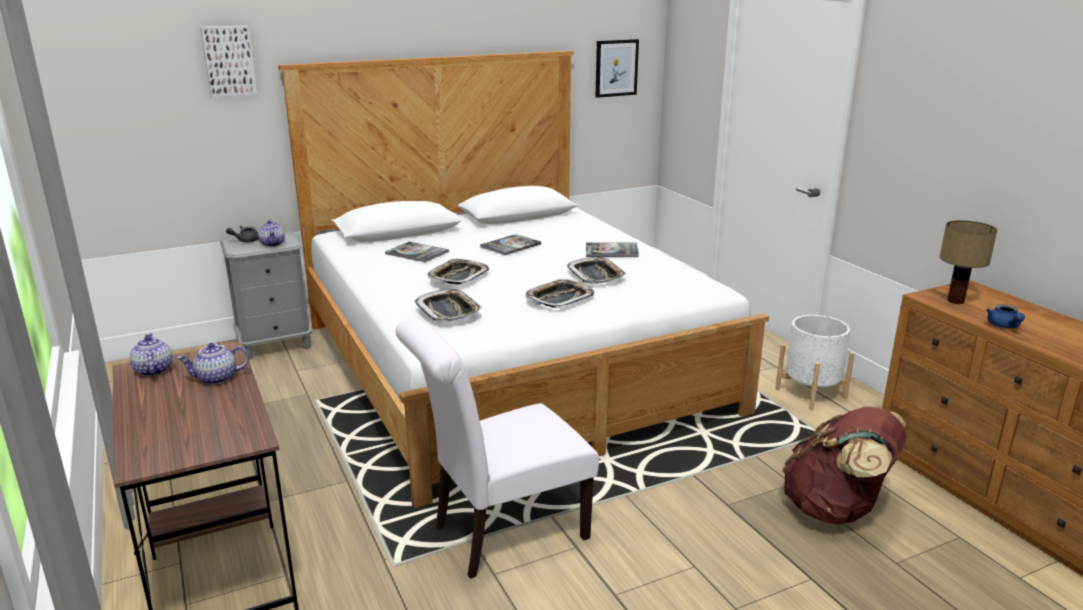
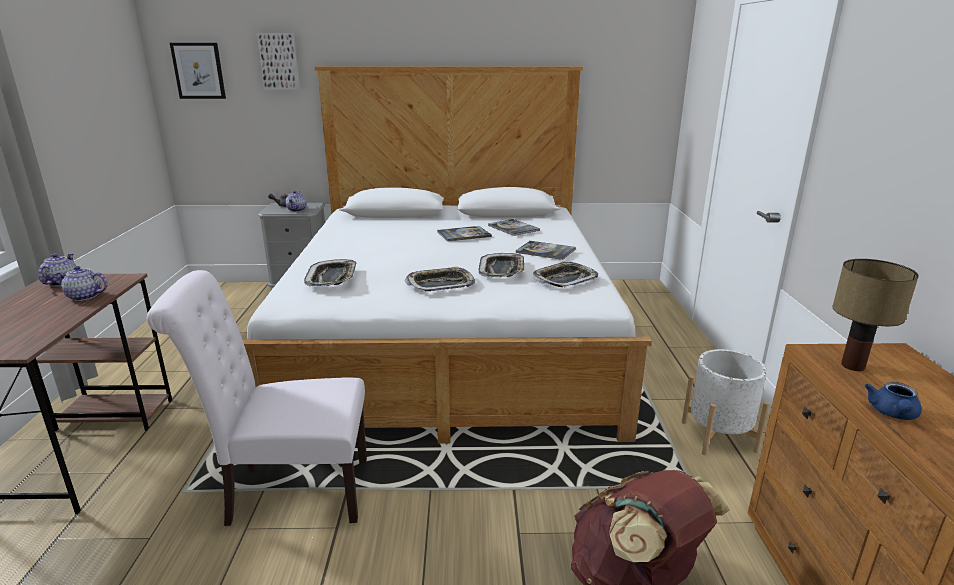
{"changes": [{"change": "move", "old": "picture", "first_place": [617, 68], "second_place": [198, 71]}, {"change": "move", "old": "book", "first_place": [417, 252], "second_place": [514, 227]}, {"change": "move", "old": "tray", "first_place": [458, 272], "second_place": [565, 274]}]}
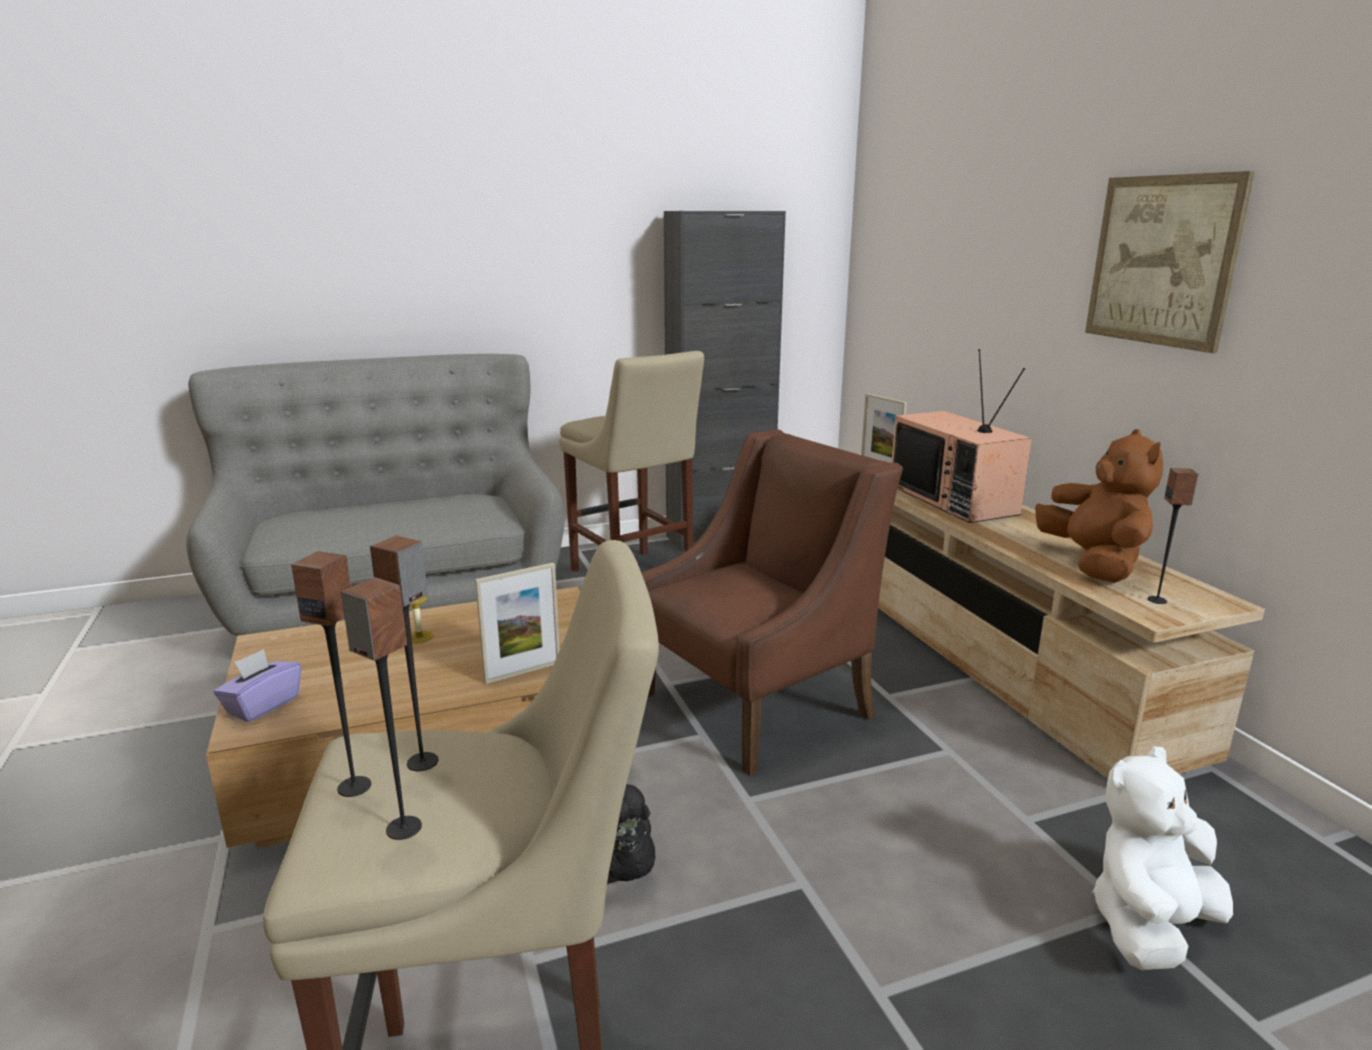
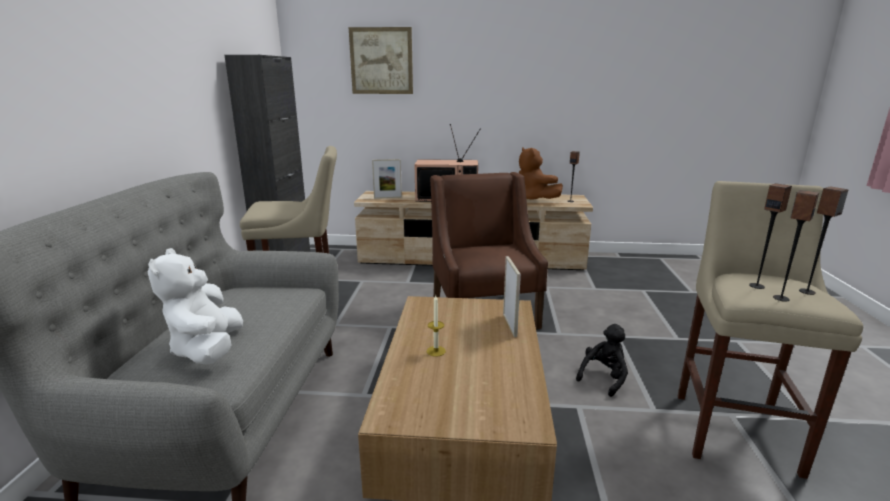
{"changes": [{"change": "move", "old": "white plush toy", "first_place": [1162, 858], "second_place": [195, 306]}, {"change": "move", "old": "picture", "first_place": [1170, 262], "second_place": [381, 60]}, {"change": "rotate", "old": "brown plush toy", "first_place": [1099, 506], "second_place": [541, 173], "degrees": -135}, {"change": "delete", "old": "purple tissue box", "first_place": [257, 685]}]}
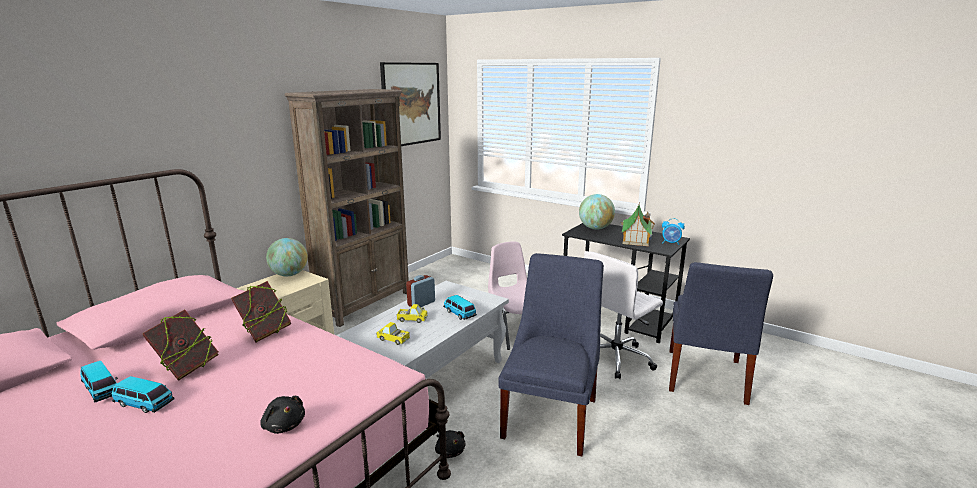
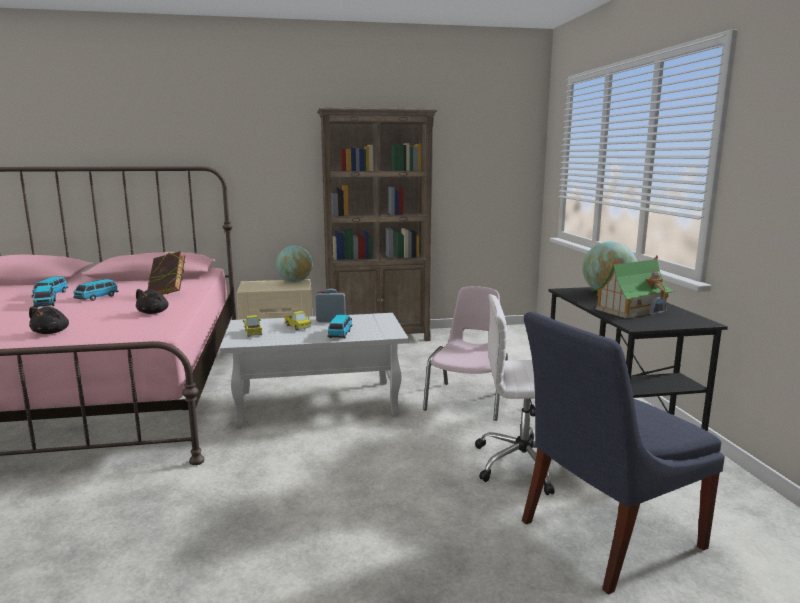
{"changes": [{"change": "replace", "old": "book", "new": "toy car", "first_place": [181, 345], "second_place": [95, 290]}, {"change": "move", "old": "black plush toy", "first_place": [450, 444], "second_place": [152, 301]}, {"change": "delete", "old": "picture", "first_place": [410, 104]}, {"change": "delete", "old": "blue chair", "first_place": [551, 354]}, {"change": "delete", "old": "alarm clock", "first_place": [673, 231]}]}
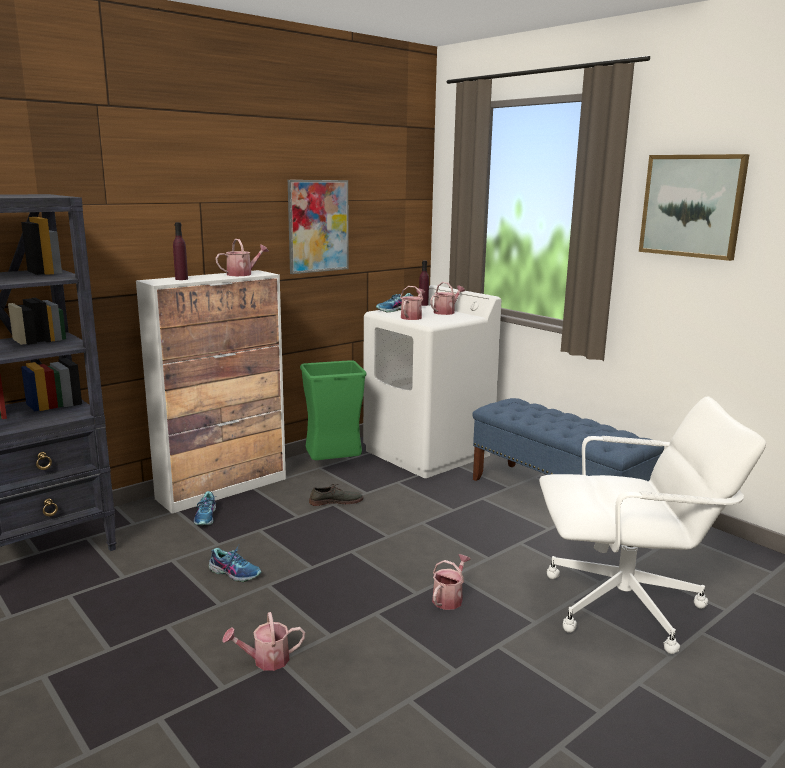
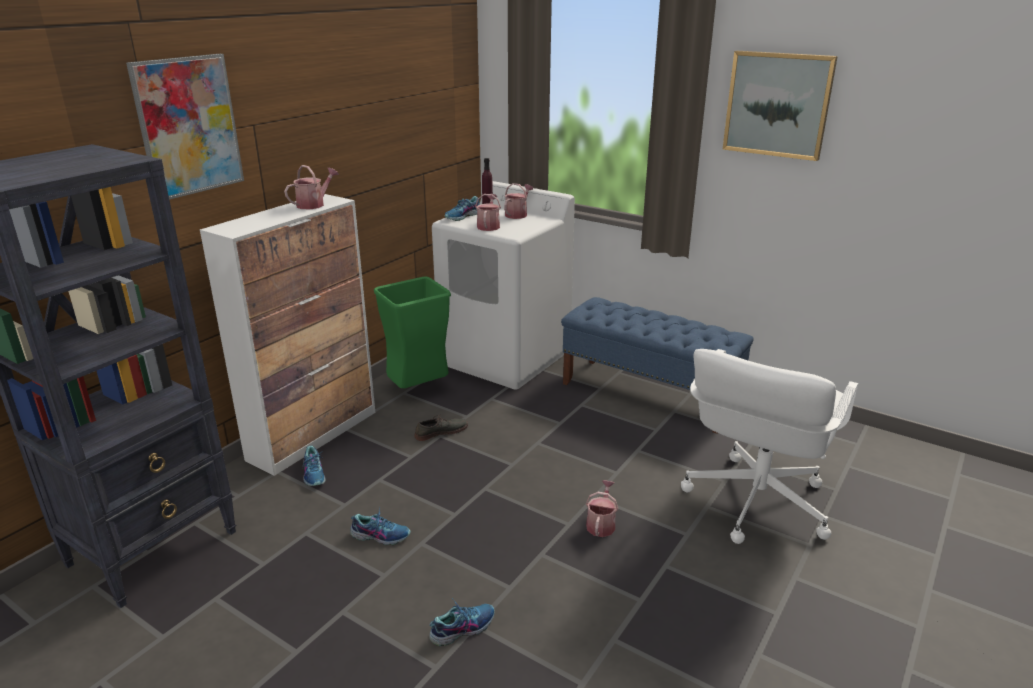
{"changes": [{"change": "move", "old": "picture", "first_place": [318, 227], "second_place": [185, 127]}, {"change": "replace", "old": "watering can", "new": "shoe", "first_place": [263, 641], "second_place": [461, 622]}, {"change": "rotate", "old": "white office chair", "first_place": [652, 525], "second_place": [769, 446], "degrees": 135}, {"change": "delete", "old": "purple bottle", "first_place": [180, 251]}]}
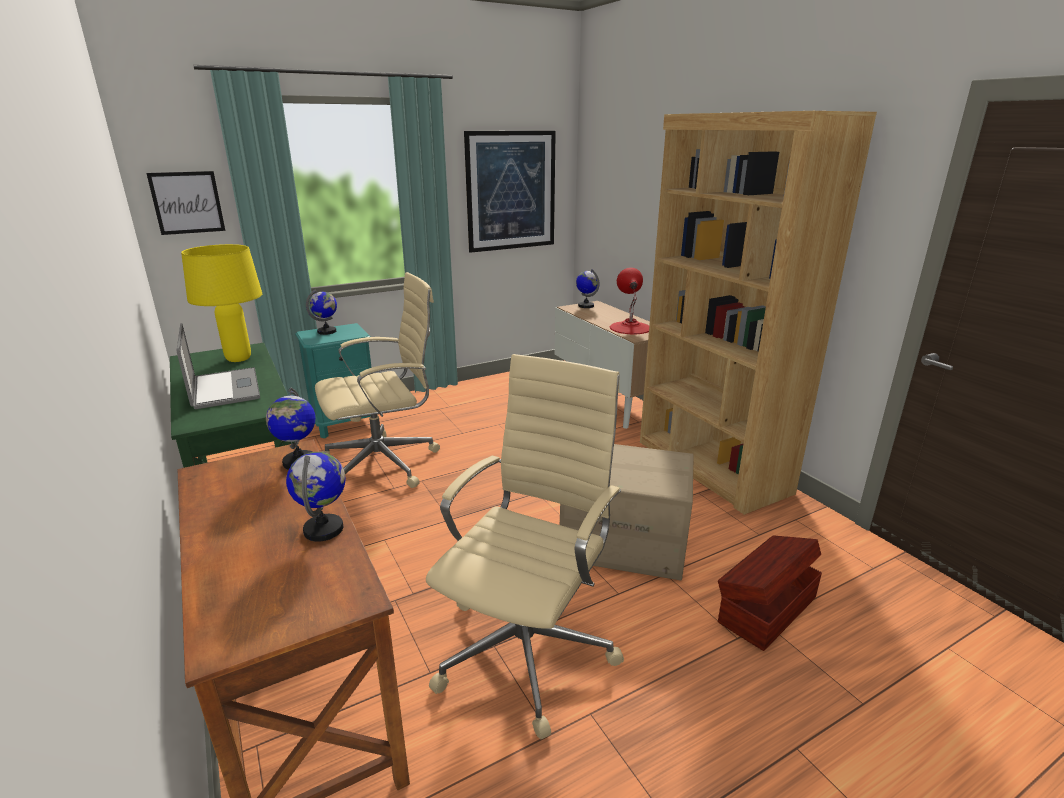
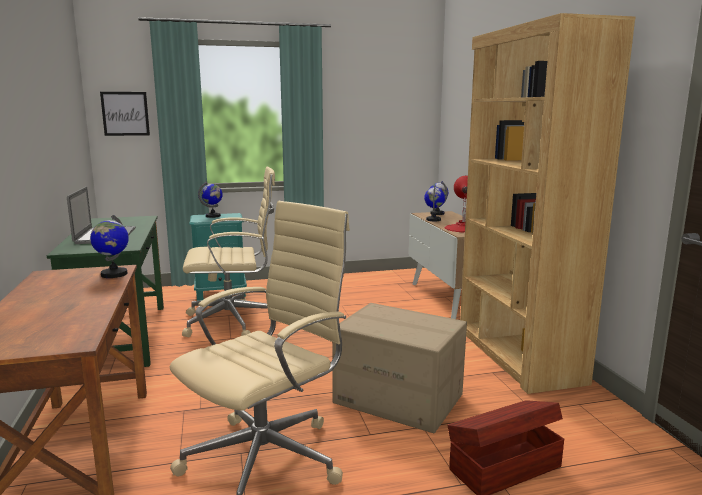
{"changes": [{"change": "move", "old": "globe", "first_place": [316, 497], "second_place": [434, 203]}, {"change": "delete", "old": "yellow table lamp", "first_place": [221, 303]}, {"change": "delete", "old": "picture", "first_place": [510, 192]}]}
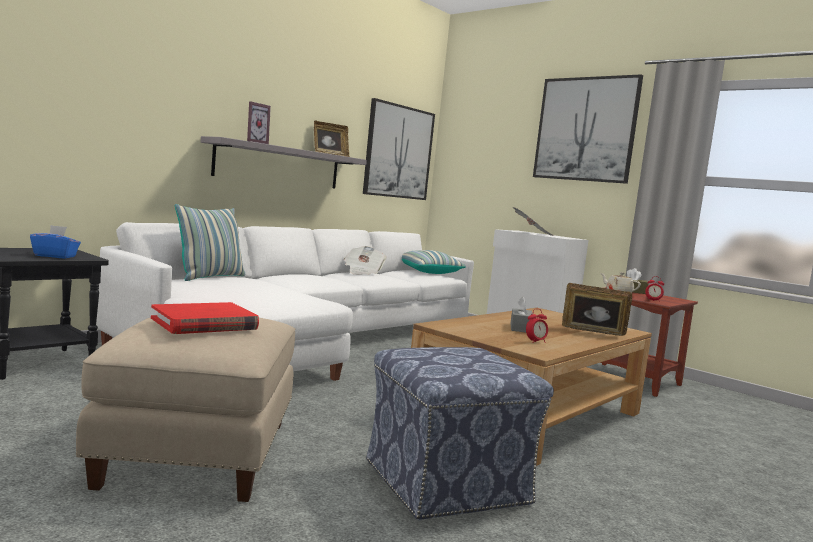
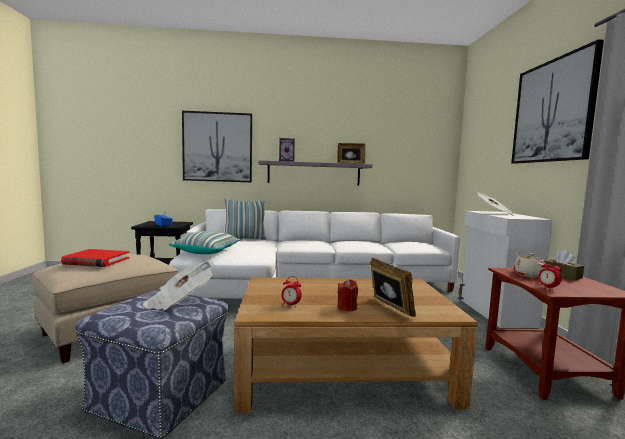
{"changes": [{"change": "move", "old": "newspaper", "first_place": [365, 260], "second_place": [178, 285]}, {"change": "move", "old": "pillow", "first_place": [434, 262], "second_place": [205, 242]}, {"change": "move", "old": "picture", "first_place": [399, 149], "second_place": [217, 146]}, {"change": "insert", "new": "red candle", "second_place": [348, 295]}, {"change": "delete", "old": "grey tissue box", "first_place": [522, 315]}]}
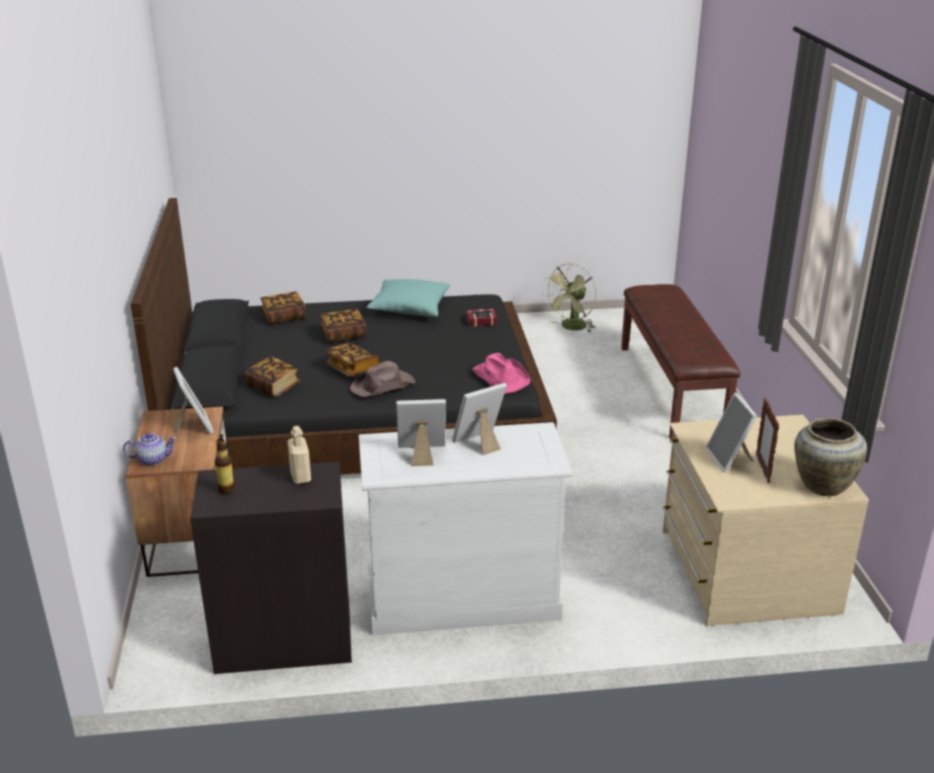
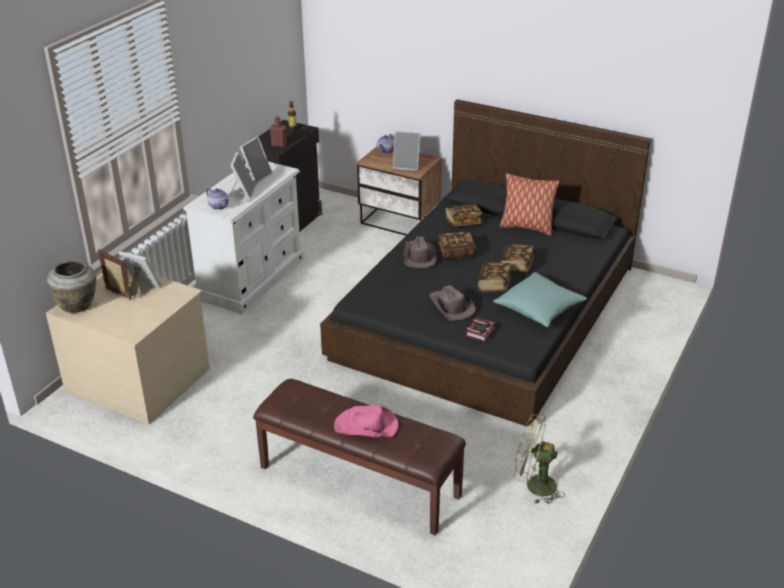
{"changes": [{"change": "insert", "new": "teapot", "second_place": [217, 199]}, {"change": "recolor", "old": "beige bottle", "new": "red bottle", "first_place": [299, 455], "second_place": [278, 131]}, {"change": "move", "old": "pink hat", "first_place": [501, 373], "second_place": [366, 421]}, {"change": "insert", "new": "brown hat", "second_place": [452, 302]}, {"change": "move", "old": "book", "first_place": [283, 308], "second_place": [494, 277]}, {"change": "insert", "new": "pillow", "second_place": [530, 204]}, {"change": "rotate", "old": "green fan", "first_place": [569, 297], "second_place": [539, 459], "degrees": -60}]}
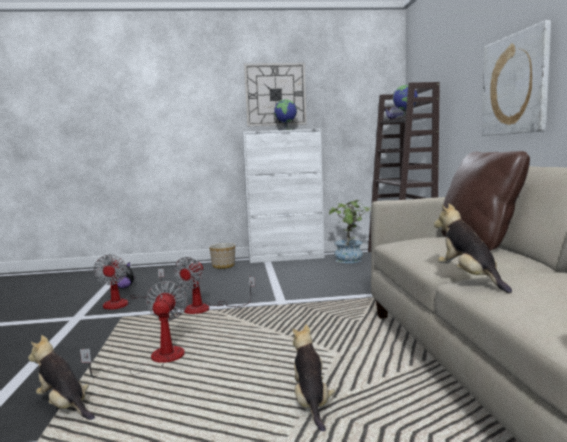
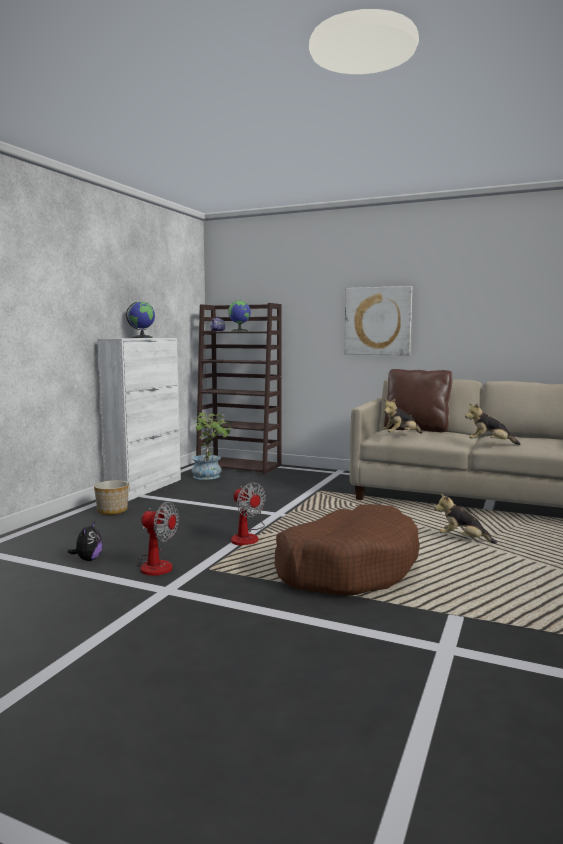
{"changes": [{"change": "replace", "old": "fan", "new": "brown dog bed", "first_place": [134, 329], "second_place": [347, 549]}, {"change": "move", "old": "plush toy", "first_place": [61, 377], "second_place": [402, 416]}, {"change": "delete", "old": "wall clock", "first_place": [275, 95]}]}
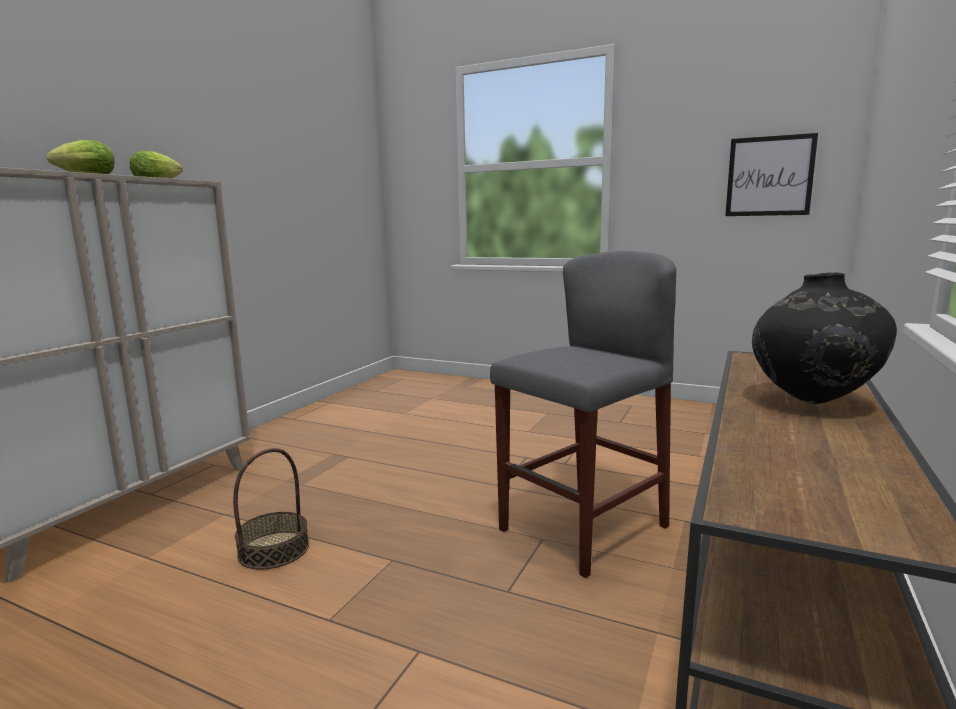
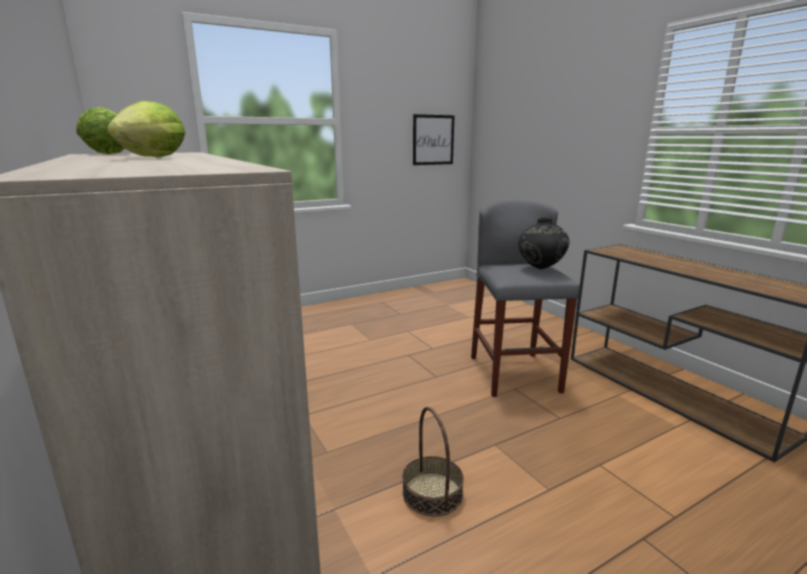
{"changes": [{"change": "move", "old": "black vase", "first_place": [824, 338], "second_place": [544, 243]}]}
